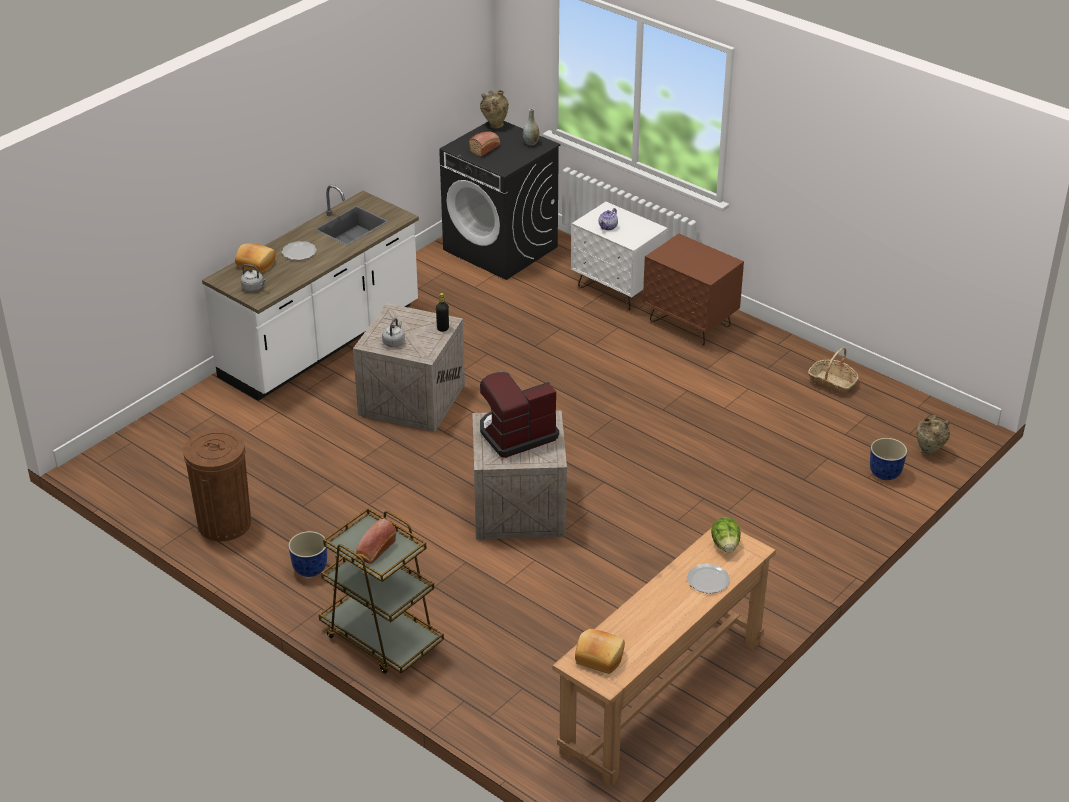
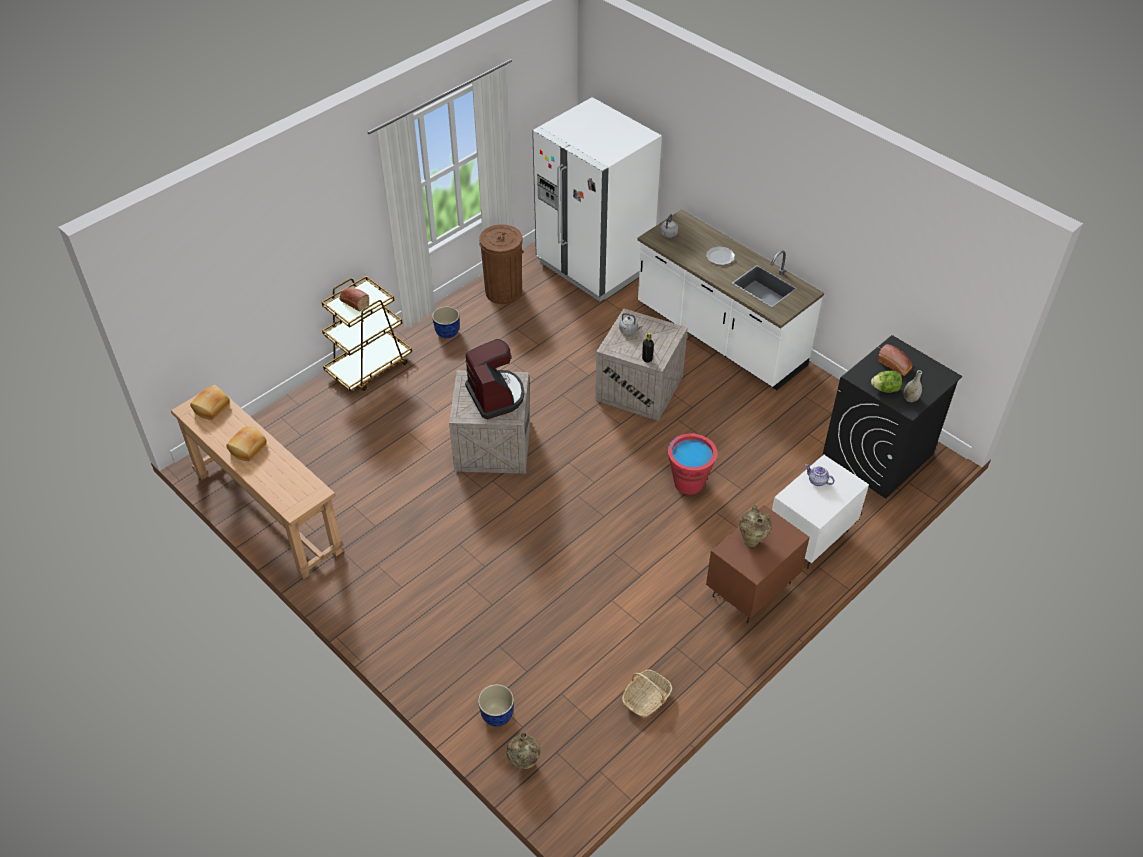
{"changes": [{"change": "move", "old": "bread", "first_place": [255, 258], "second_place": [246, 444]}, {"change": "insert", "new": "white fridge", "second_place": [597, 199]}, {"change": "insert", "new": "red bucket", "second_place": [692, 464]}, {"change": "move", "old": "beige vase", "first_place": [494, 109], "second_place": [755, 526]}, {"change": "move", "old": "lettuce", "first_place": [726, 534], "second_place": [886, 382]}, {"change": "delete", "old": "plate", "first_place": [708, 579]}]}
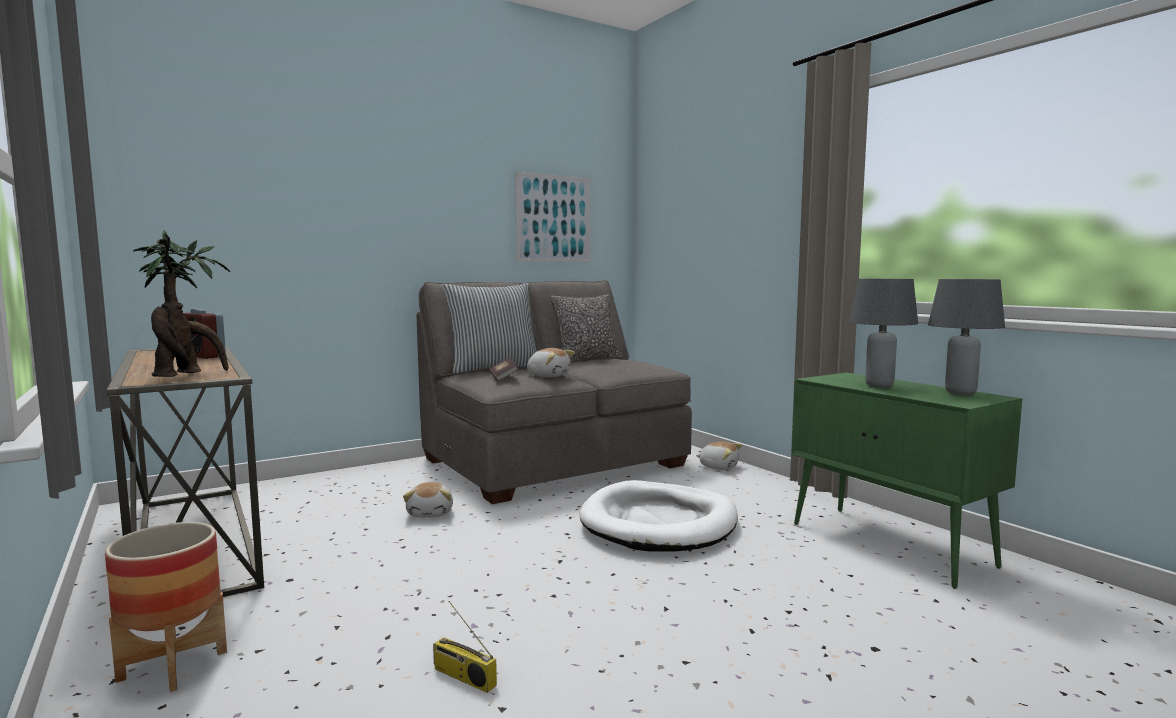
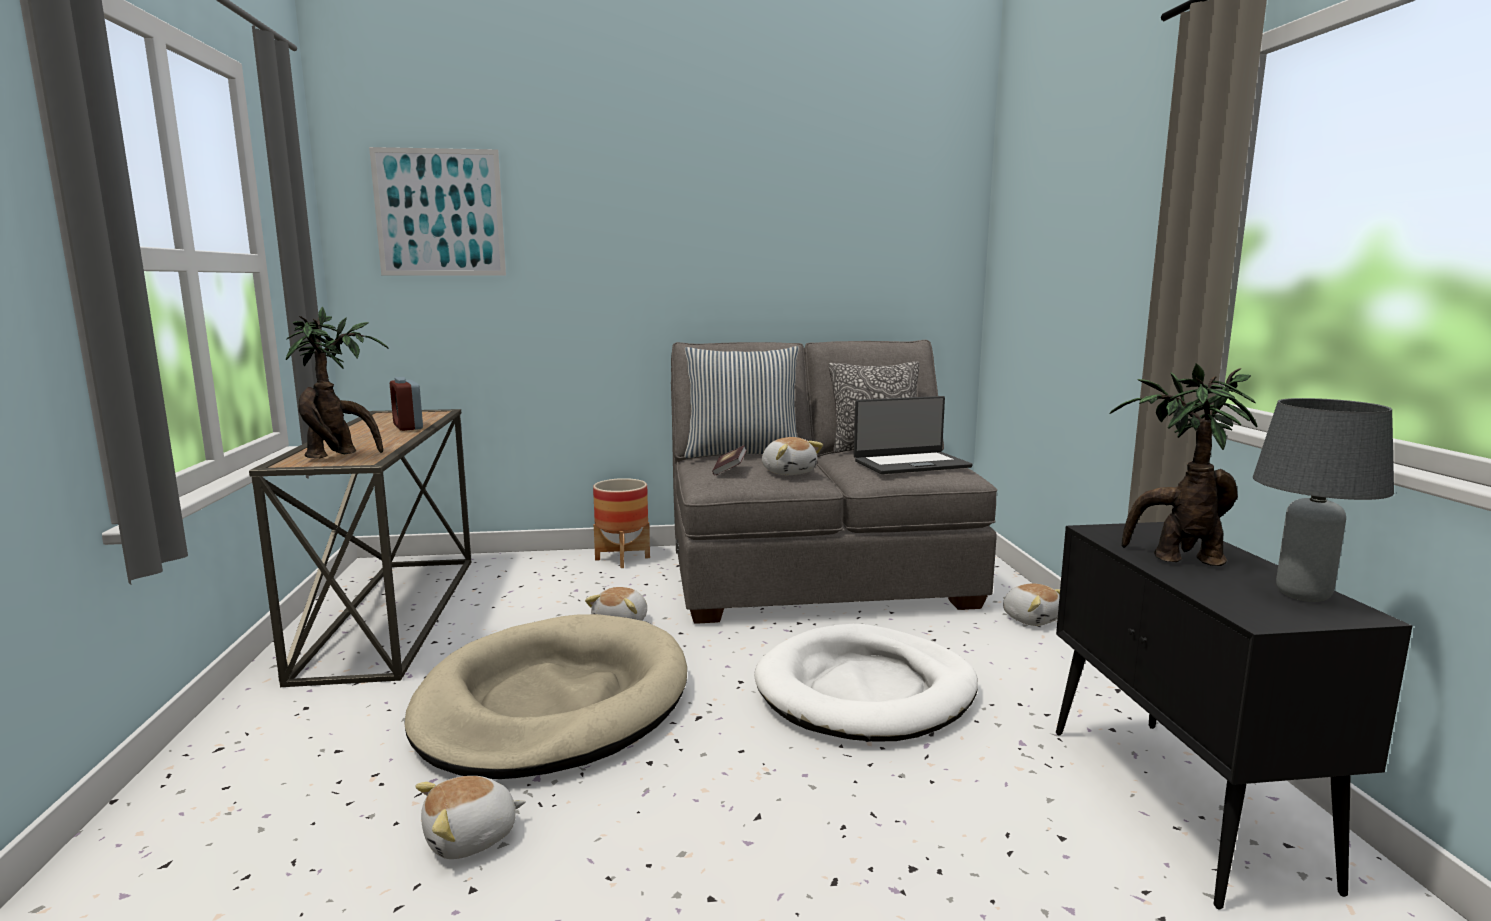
{"changes": [{"change": "move", "old": "picture", "first_place": [553, 216], "second_place": [437, 211]}, {"change": "insert", "new": "beige dog bed", "second_place": [545, 696]}, {"change": "replace", "old": "radio", "new": "plush toy", "first_place": [465, 647], "second_place": [470, 817]}, {"change": "move", "old": "planter", "first_place": [166, 607], "second_place": [621, 523]}, {"change": "insert", "new": "laptop", "second_place": [913, 435]}, {"change": "recolor", "old": "green cabinet", "new": "black cabinet", "first_place": [907, 481], "second_place": [1234, 716]}, {"change": "replace", "old": "grey table lamp", "new": "potted plant", "first_place": [883, 333], "second_place": [1183, 464]}]}
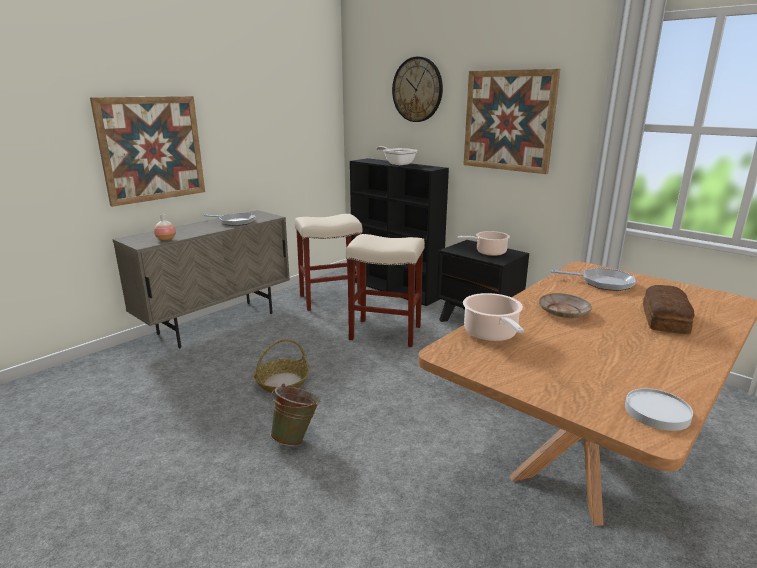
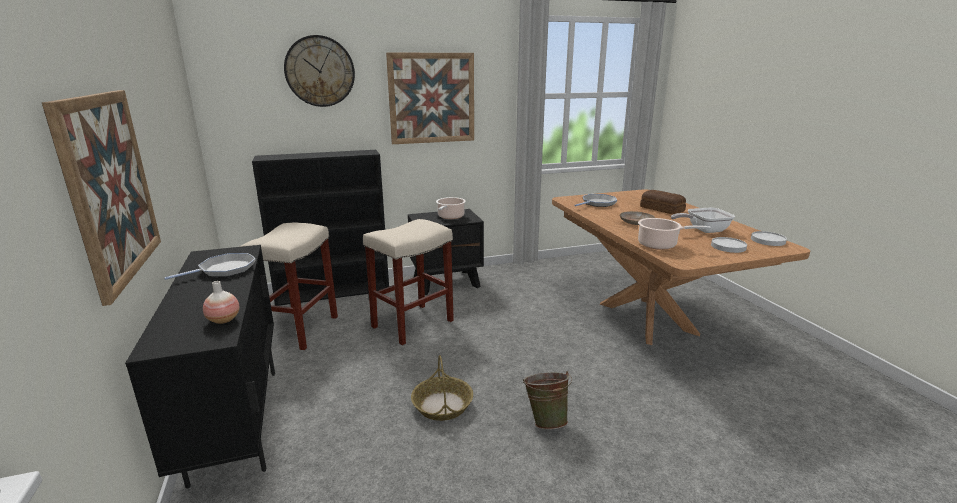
{"changes": [{"change": "recolor", "old": "beige cabinet", "new": "black cabinet", "first_place": [201, 279], "second_place": [200, 367]}, {"change": "move", "old": "frying pan", "first_place": [396, 155], "second_place": [703, 220]}, {"change": "insert", "new": "white plate", "second_place": [729, 245]}]}
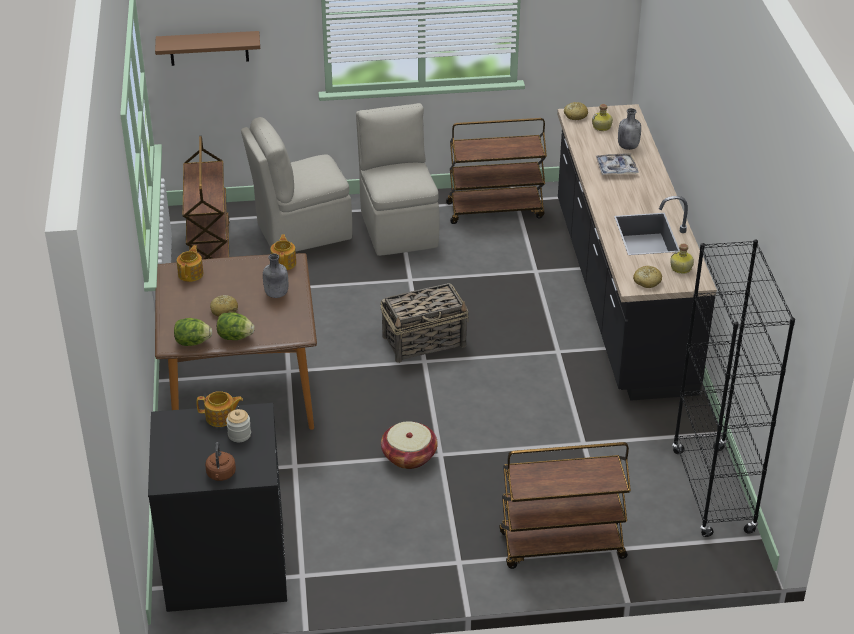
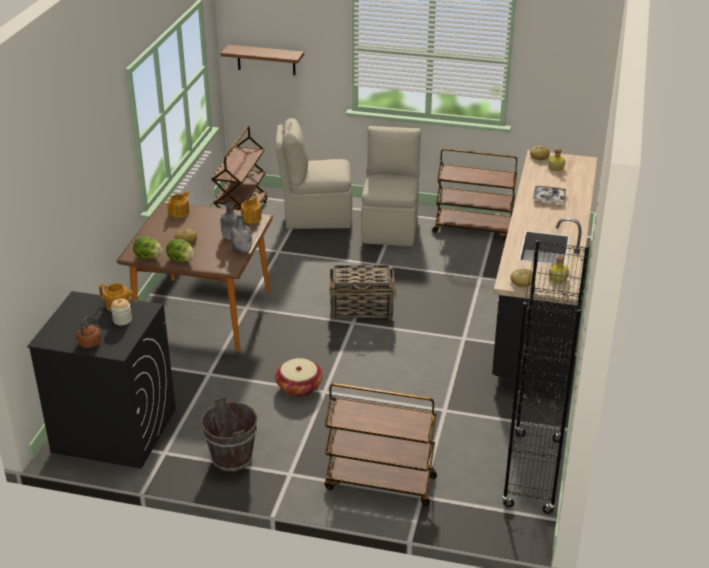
{"changes": [{"change": "insert", "new": "brown bucket", "second_place": [229, 434]}, {"change": "move", "old": "grey bottle", "first_place": [629, 129], "second_place": [241, 234]}]}
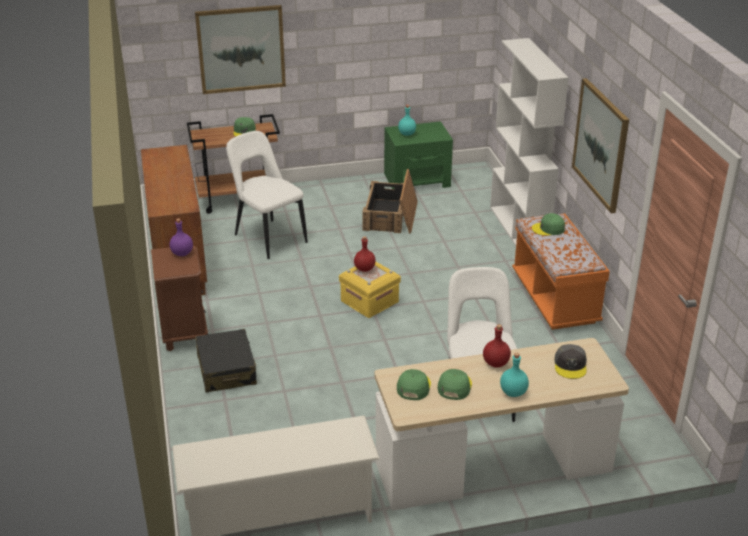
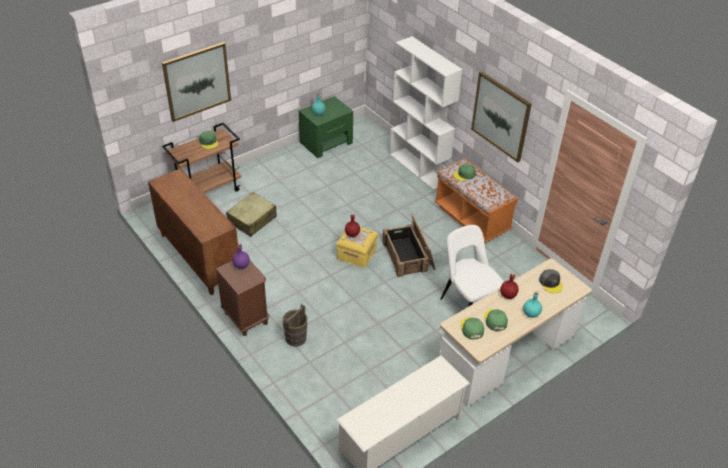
{"changes": [{"change": "replace", "old": "white chair", "new": "beige suitcase", "first_place": [267, 195], "second_place": [251, 214]}, {"change": "replace", "old": "black suitcase", "new": "brown bucket", "first_place": [226, 360], "second_place": [295, 325]}, {"change": "move", "old": "crate", "first_place": [390, 201], "second_place": [408, 245]}]}
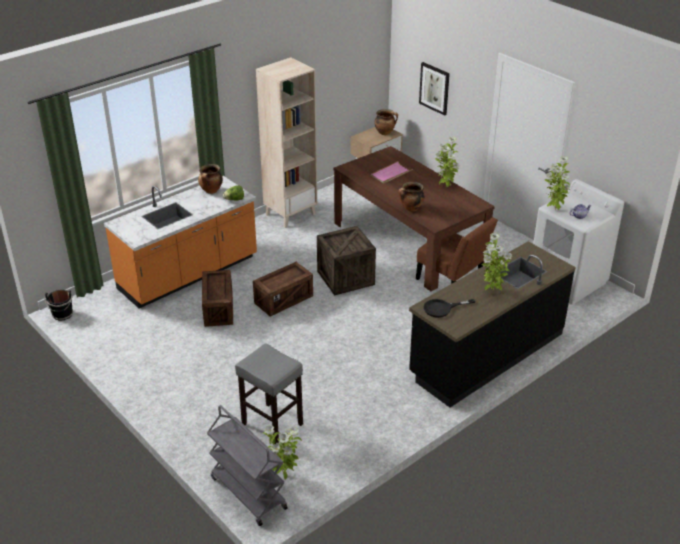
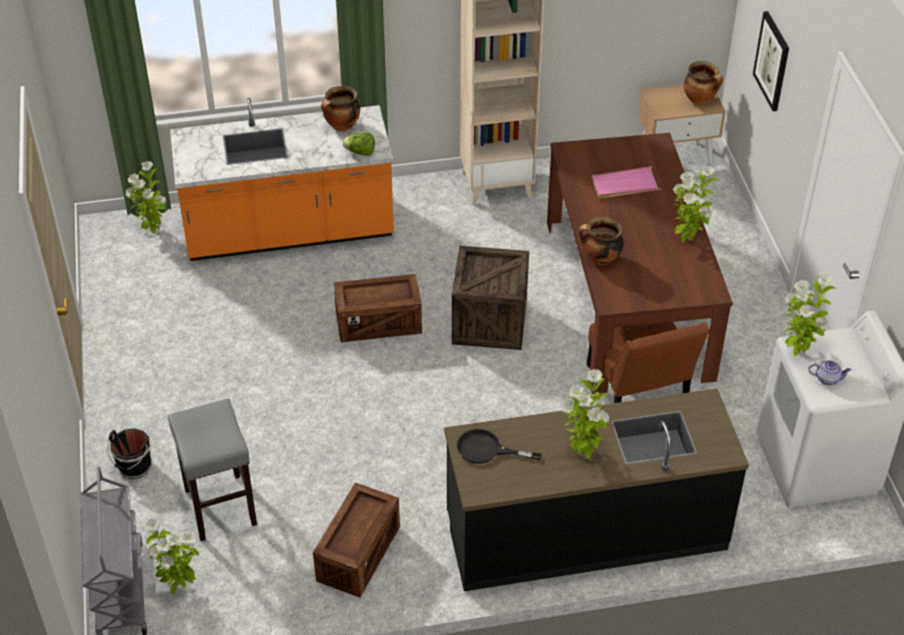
{"changes": [{"change": "move", "old": "black bucket", "first_place": [59, 305], "second_place": [129, 453]}, {"change": "insert", "new": "potted plant", "second_place": [145, 197]}, {"change": "move", "old": "crate", "first_place": [217, 298], "second_place": [356, 540]}]}
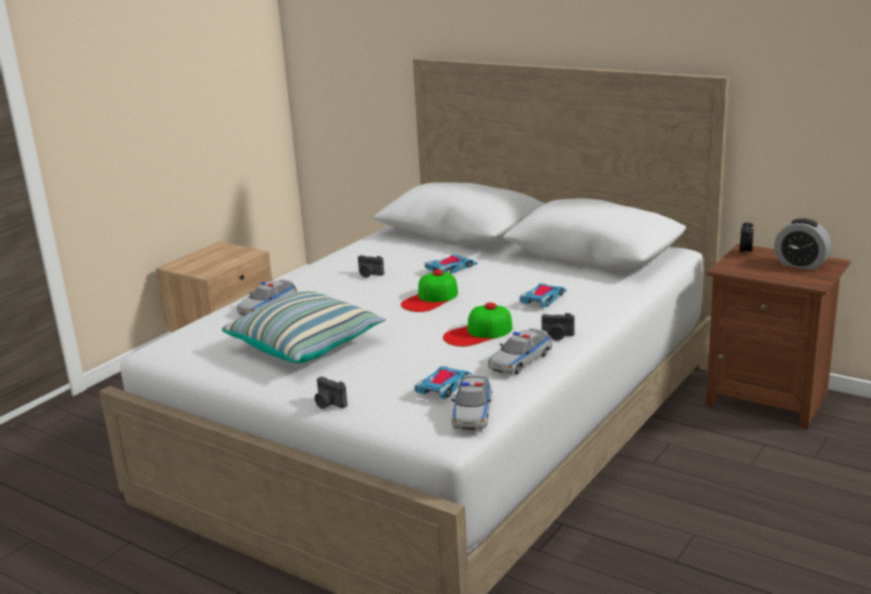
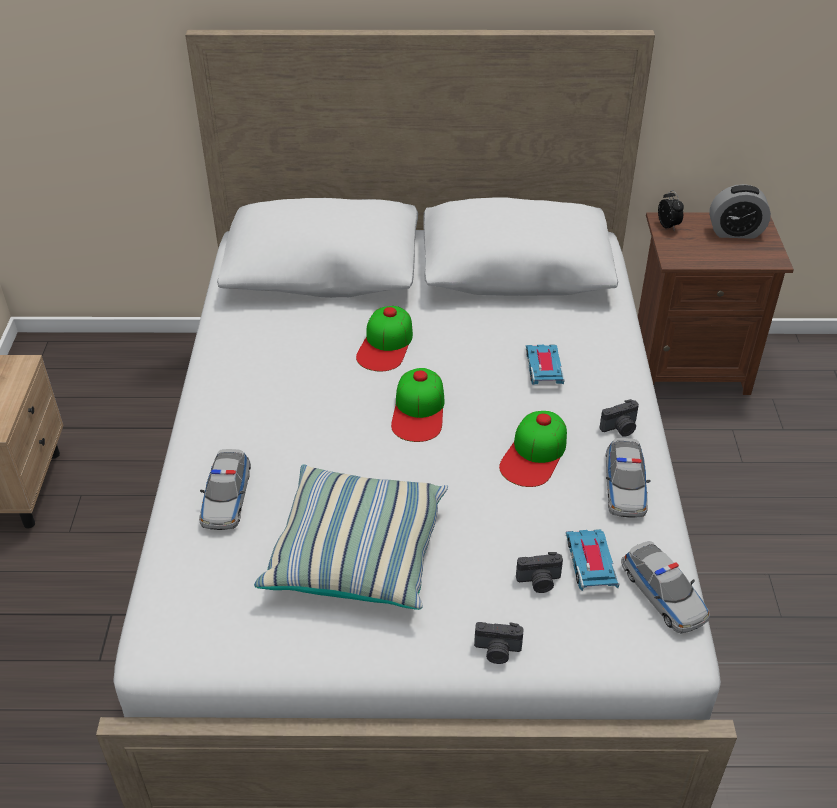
{"changes": [{"change": "replace", "old": "toy car", "new": "cap", "first_place": [450, 264], "second_place": [384, 338]}, {"change": "move", "old": "photo camera", "first_place": [371, 266], "second_place": [539, 572]}]}
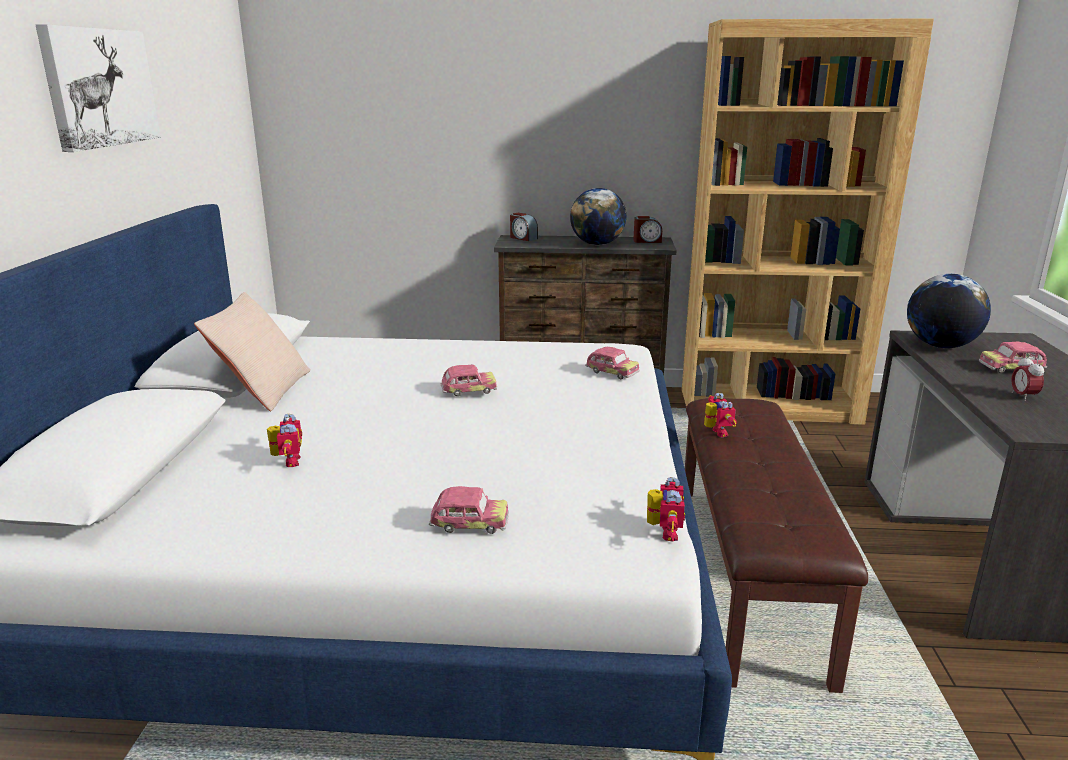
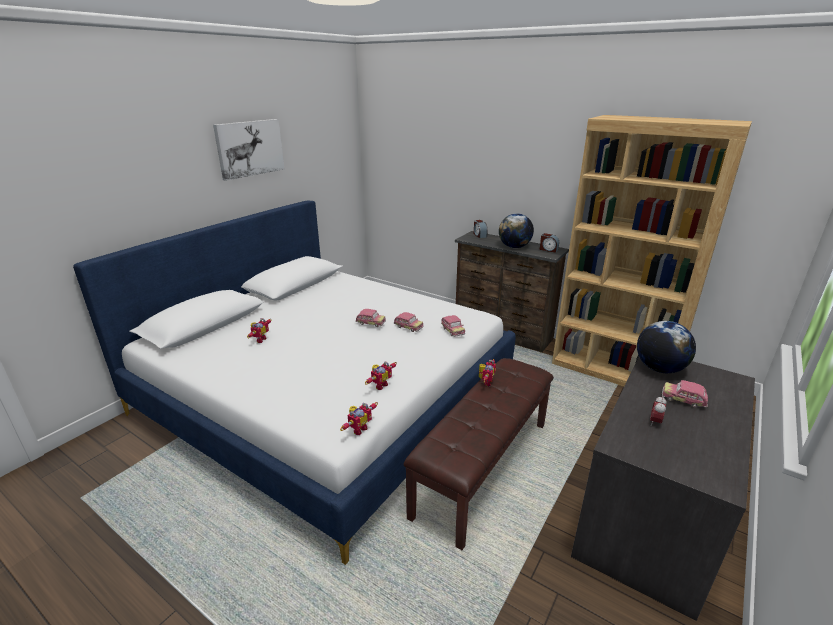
{"changes": [{"change": "insert", "new": "toy robot", "second_place": [381, 376]}, {"change": "move", "old": "toy car", "first_place": [469, 510], "second_place": [409, 322]}, {"change": "delete", "old": "beige pillow", "first_place": [252, 351]}]}
